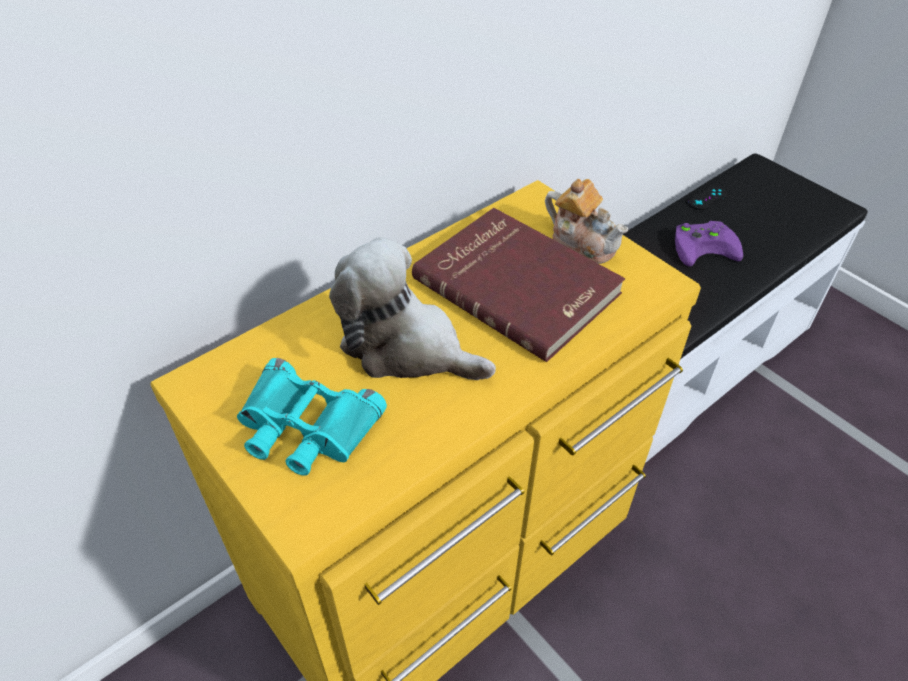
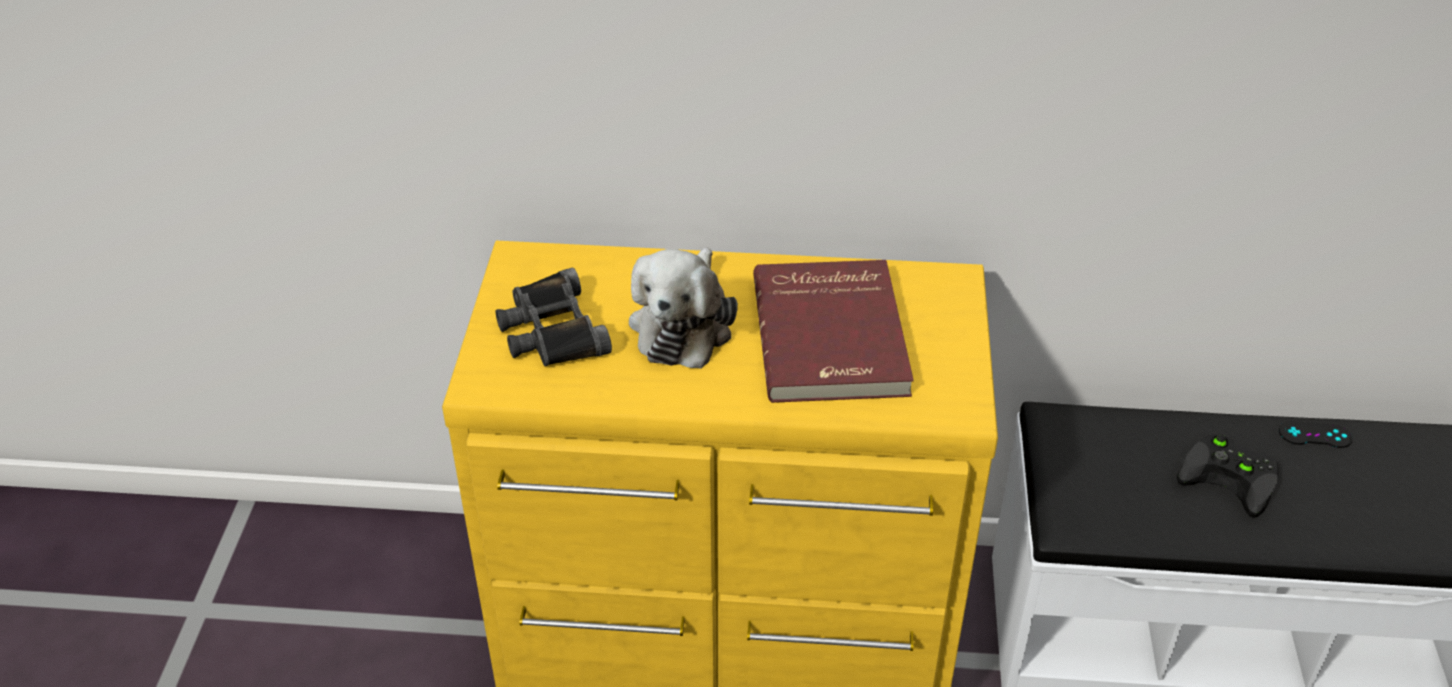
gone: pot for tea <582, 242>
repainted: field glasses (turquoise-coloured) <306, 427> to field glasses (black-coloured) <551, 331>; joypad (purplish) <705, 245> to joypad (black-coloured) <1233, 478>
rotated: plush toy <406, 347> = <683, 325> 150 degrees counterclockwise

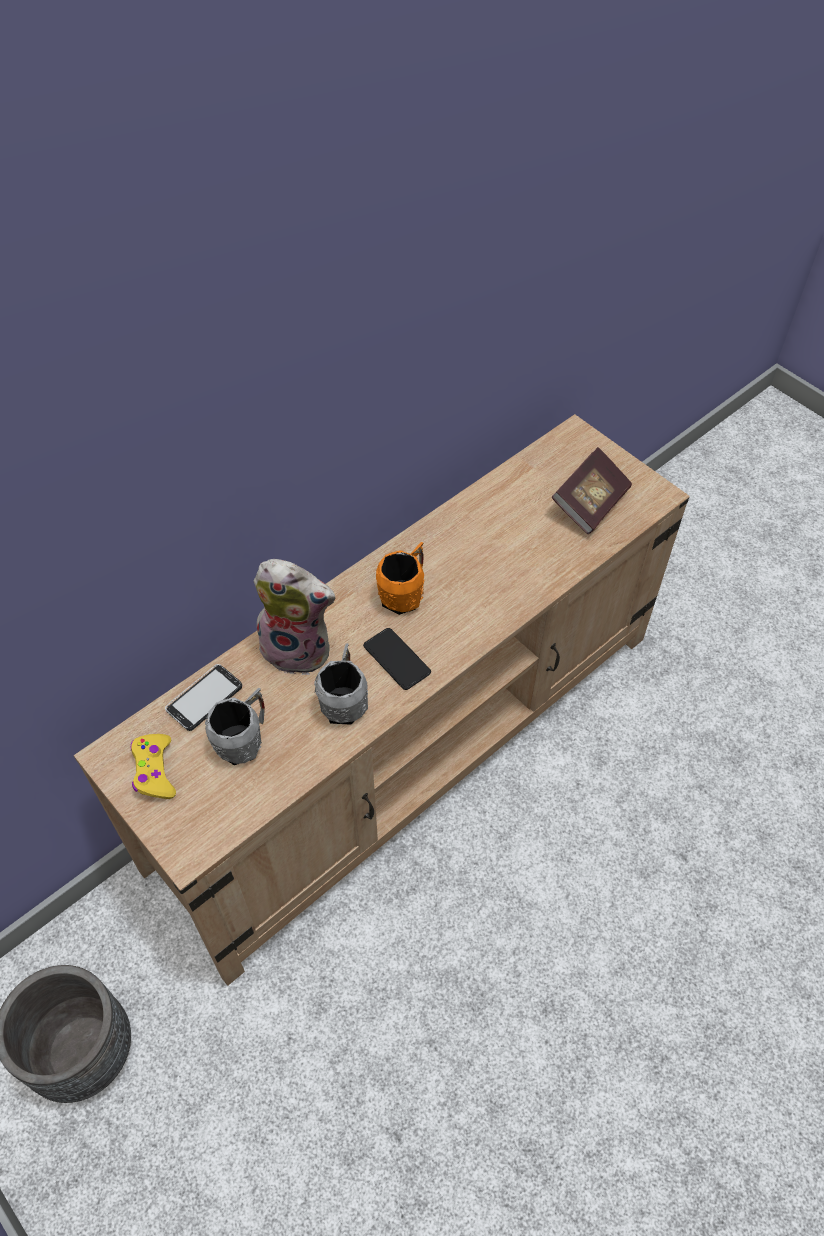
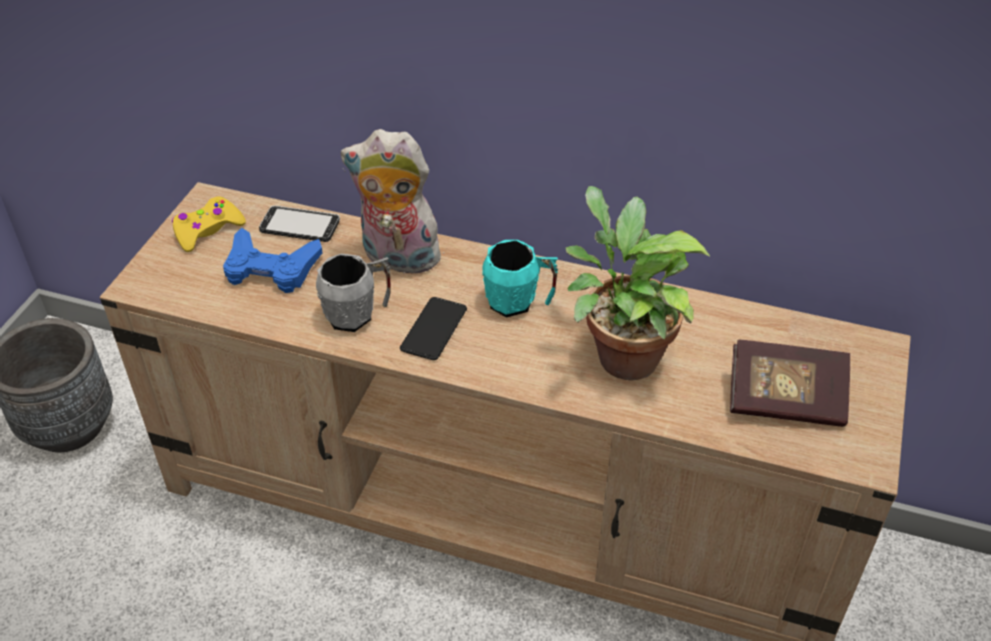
new: houseplant <620, 355>
swapped: coffee mug (greyish) <244, 740> to joypad (blue-coloured) <271, 268>
repainted: coffee mug (orangey) <404, 594> to coffee mug (turquoise-coloured) <519, 302>
rotated: plush toy <299, 648> = <397, 259> 120 degrees clockwise

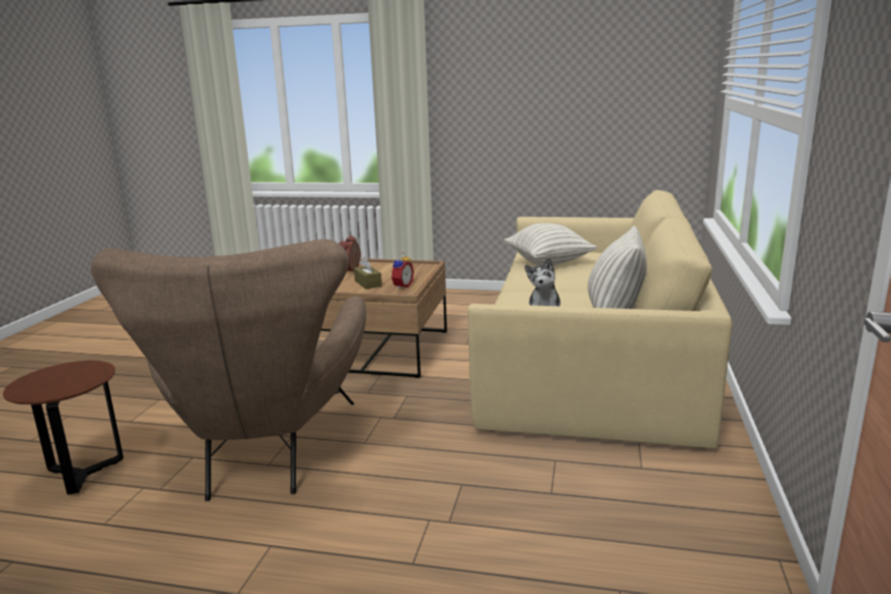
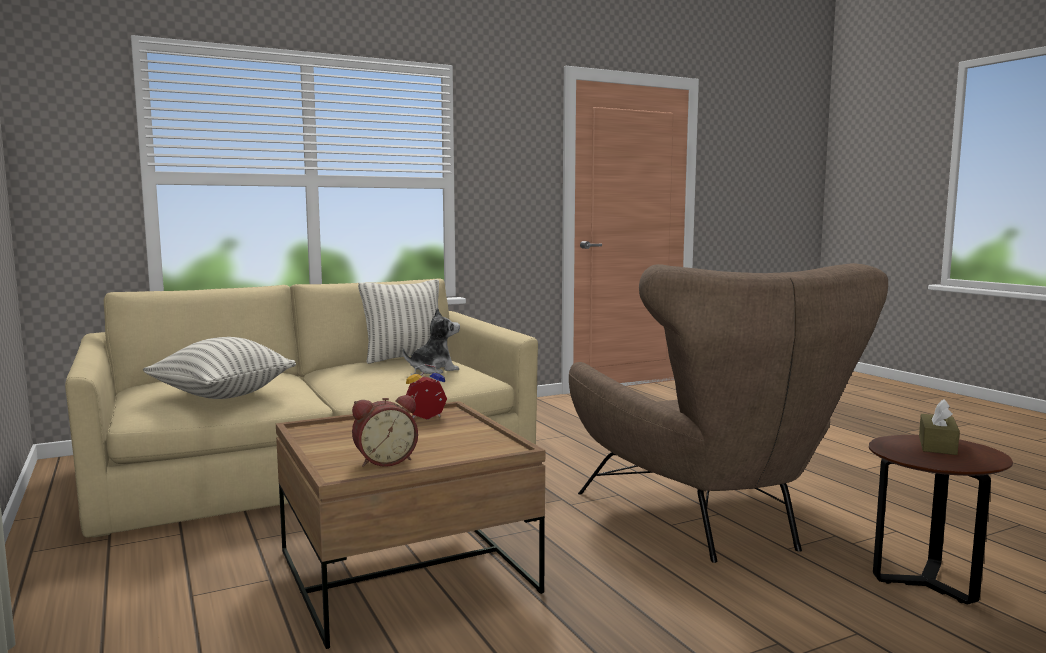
shifted: tissue holder (brownish) <368, 283> to <937, 445>
rotated: easy chair (brownish) <264, 455> = <714, 521> 120 degrees clockwise

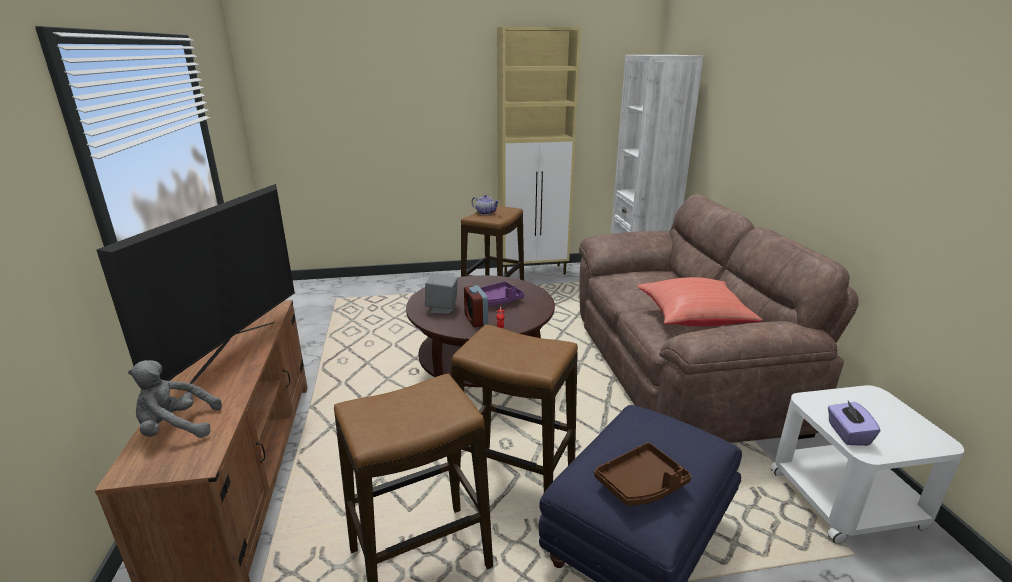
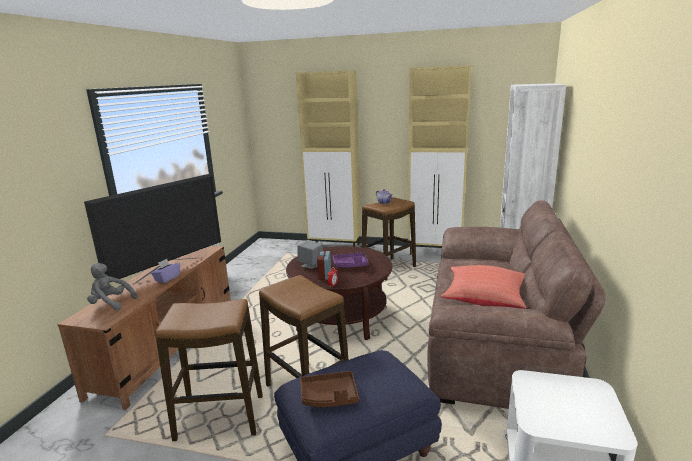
new: cabinet (beige) <335, 246>
shifted: tissue holder (purplish) <847, 434> to <167, 278>

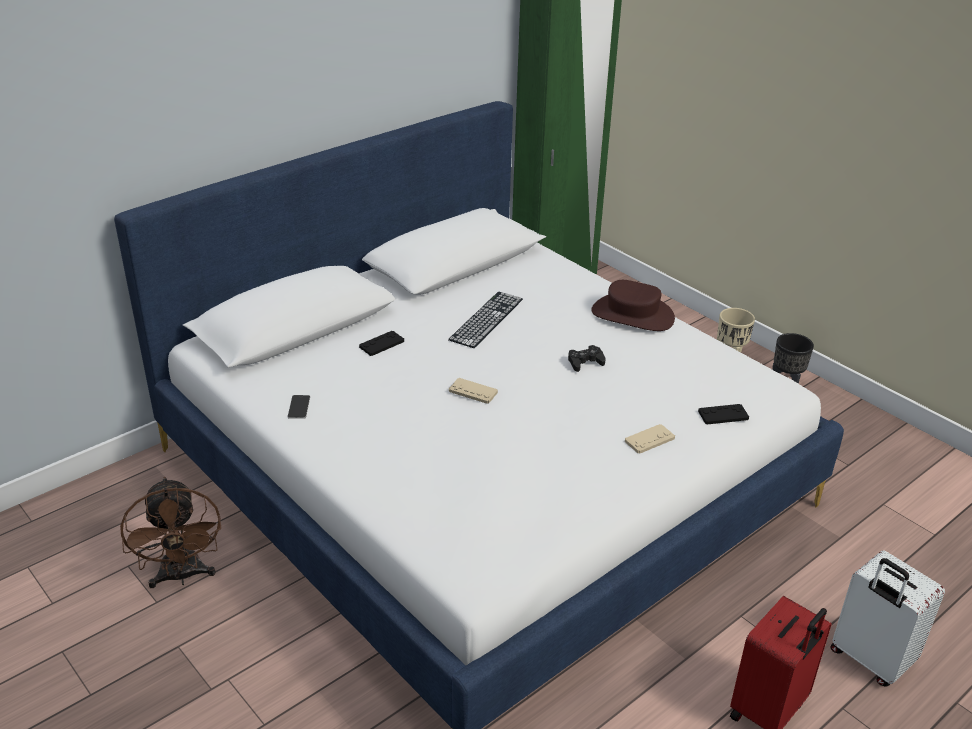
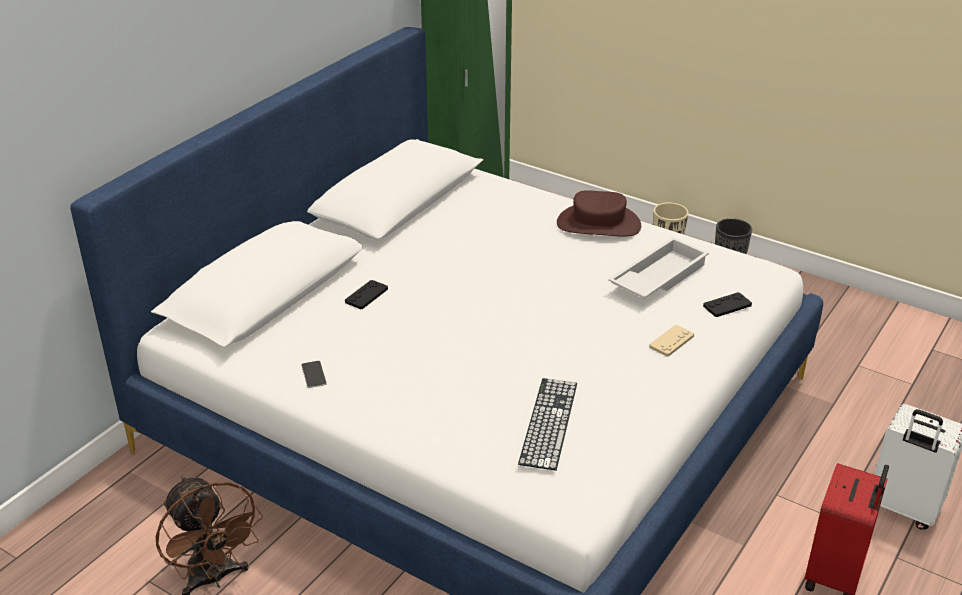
gone: joypad (beige) <473, 391>; joypad (black-coloured) <585, 362>
new: tray (whitish) <657, 277>
shifted: PC keyboard <486, 319> to <548, 422>

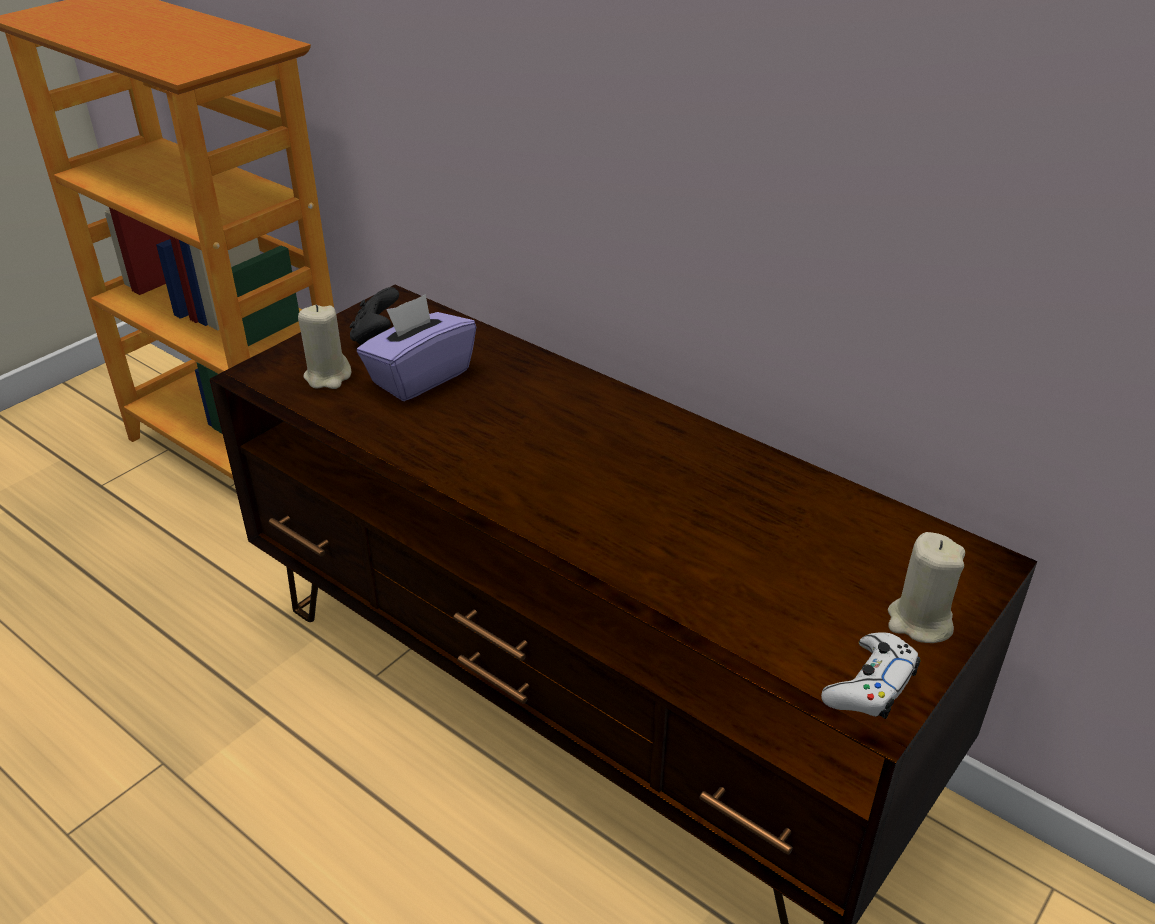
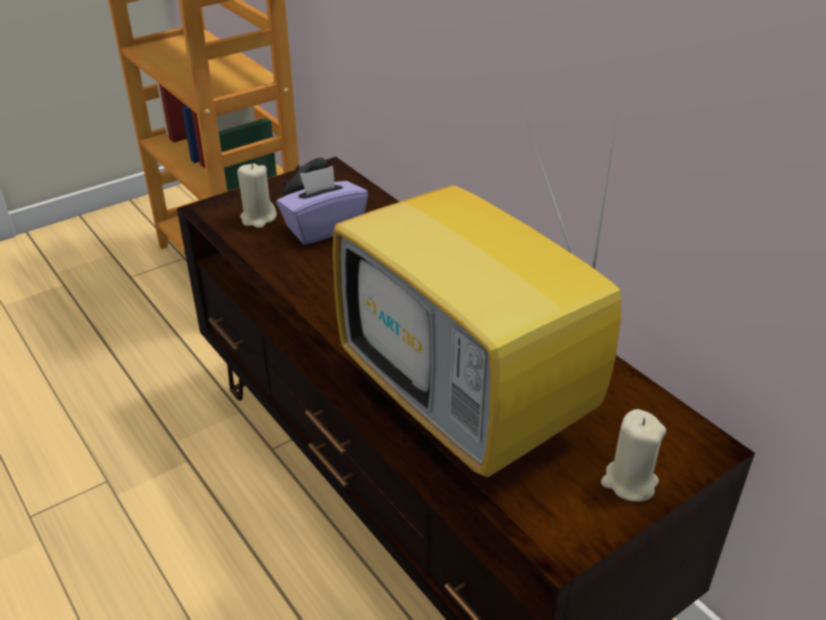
gone: joypad (whitish) <870, 685>
new: television <471, 407>

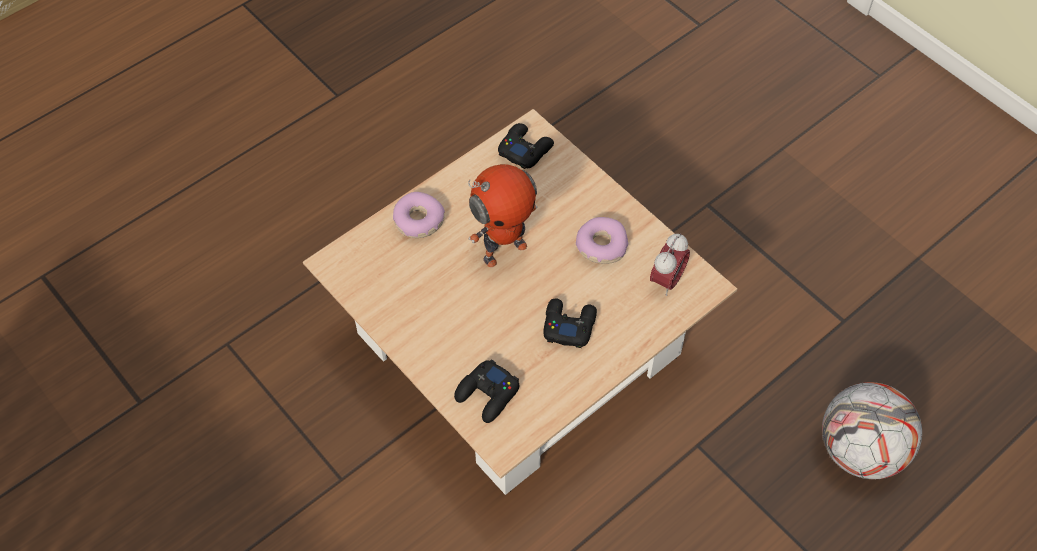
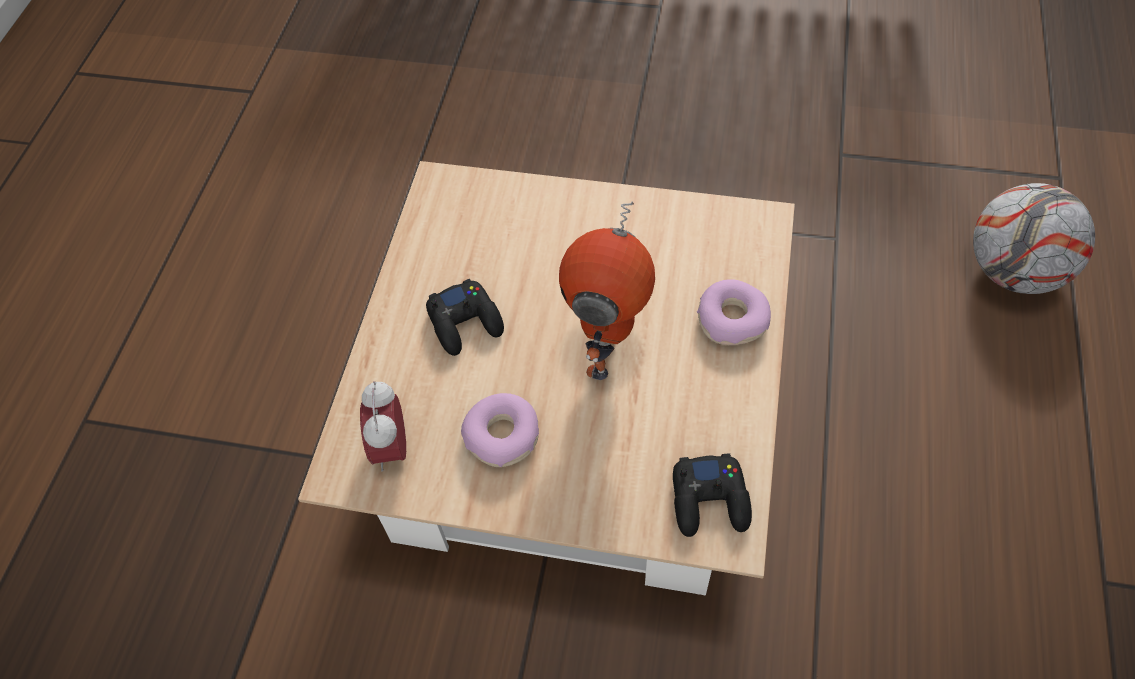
gone: joypad (black-coloured) <487, 395>
shifted: football ball <860, 451> to <1013, 272>

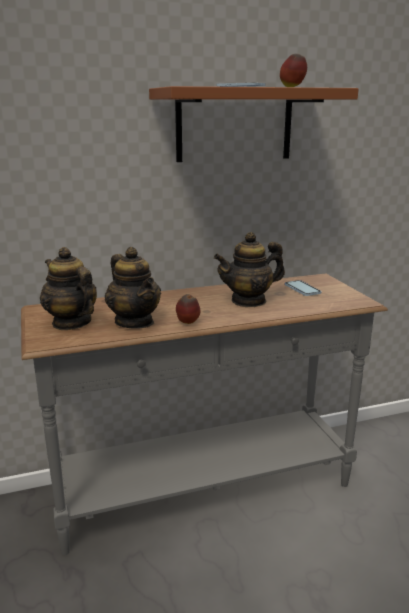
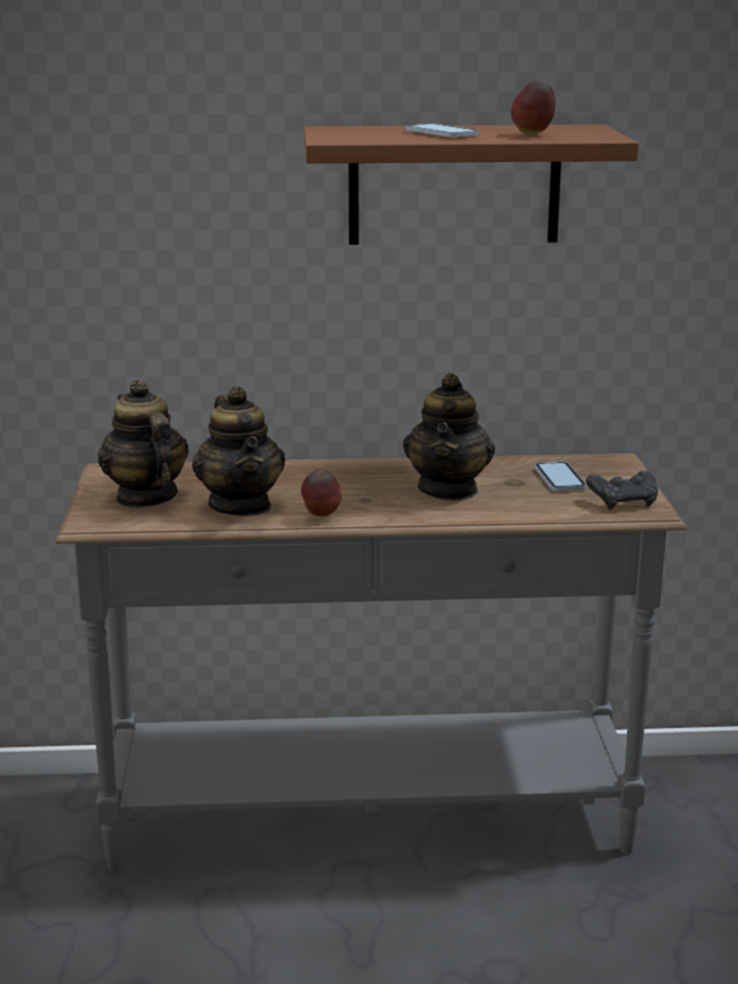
new: joypad (black-coloured) <623, 503>
rotated: pot for tea <249, 301> = <449, 490> 75 degrees counterclockwise

